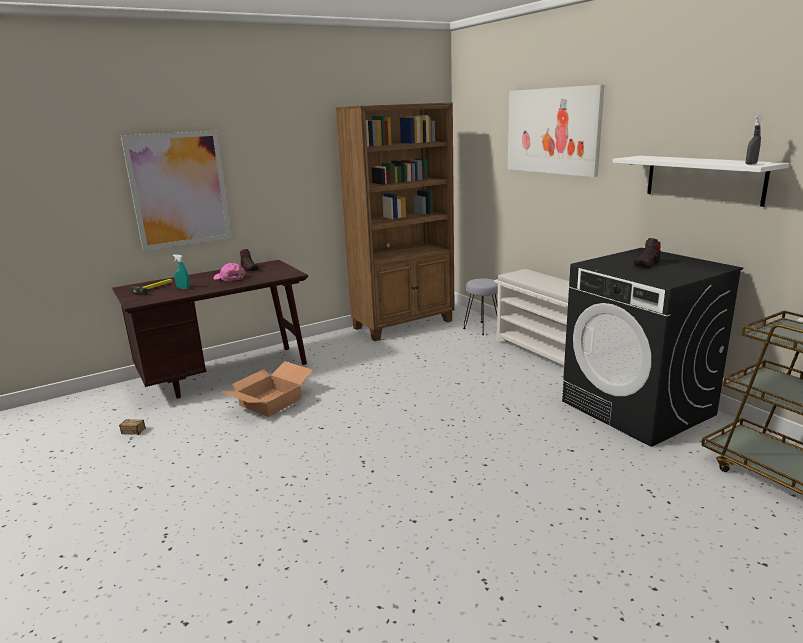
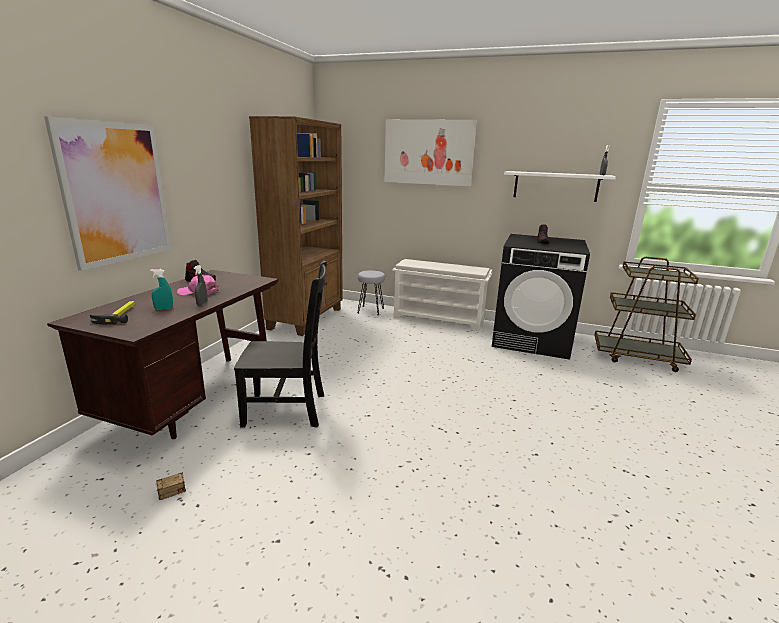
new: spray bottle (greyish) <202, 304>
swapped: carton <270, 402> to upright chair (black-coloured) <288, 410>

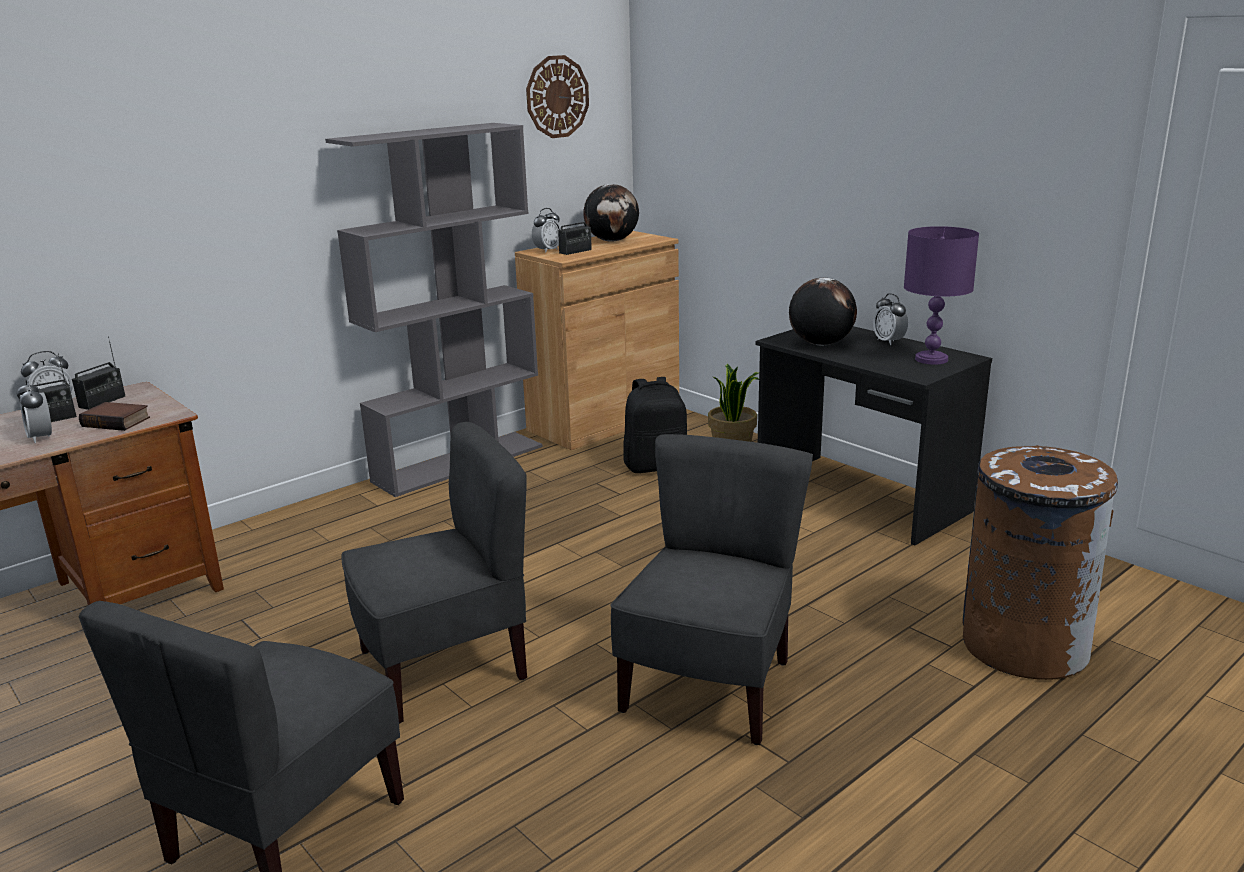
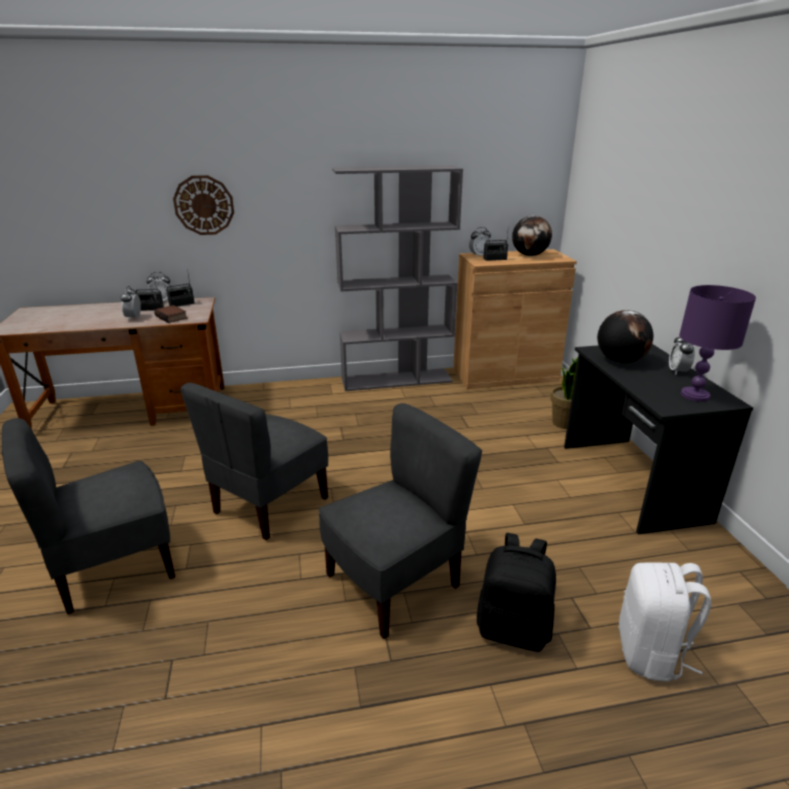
shifted: wall clock <557, 97> to <204, 205>; backpack (black-coloured) <656, 466> to <513, 629>
swapped: waste bin (brownish) <1023, 645> to backpack (whitish) <650, 653>
rotated: upright chair (greyish) <444, 667> = <269, 505> 120 degrees clockwise

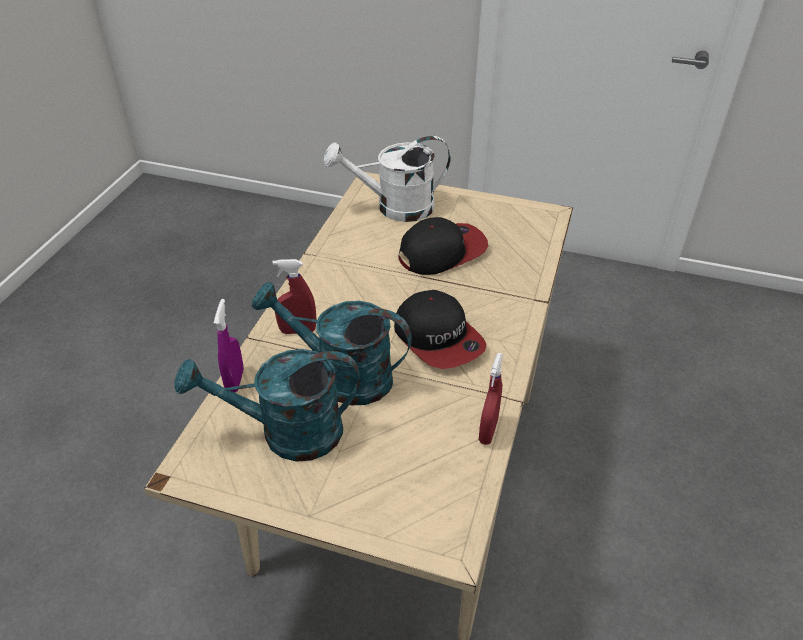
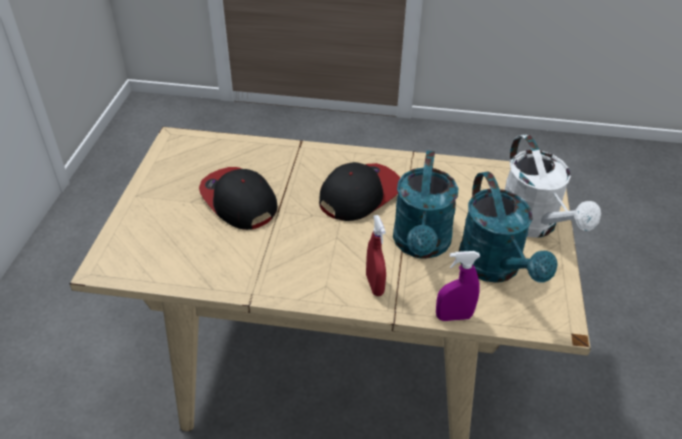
gone: spray bottle (red) <488, 431>
shifted: watering can (whitish) <395, 208> to <534, 225>

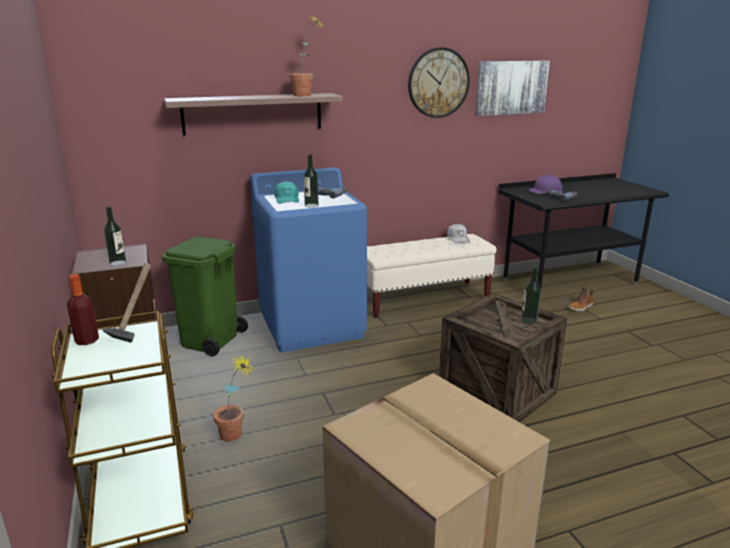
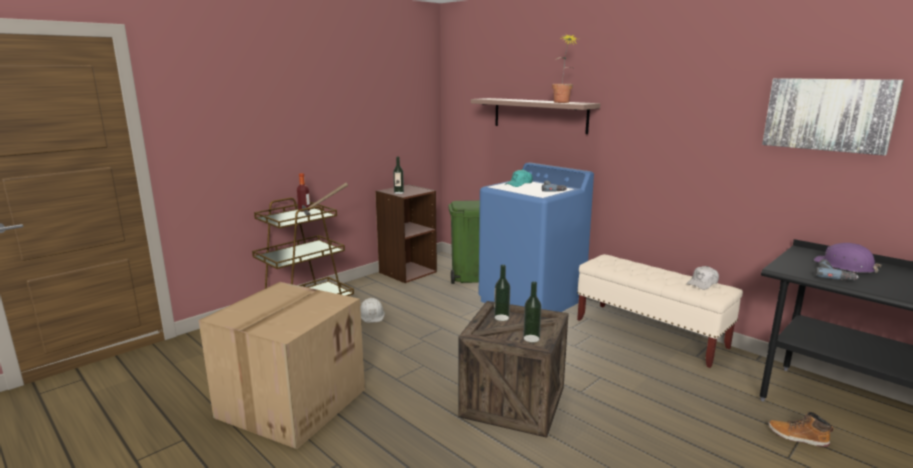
gone: wall clock <438, 83>
shifted: drink bottle <311, 205> to <501, 317>
swapped: houseplant <236, 436> to hard hat (whitish) <372, 315>

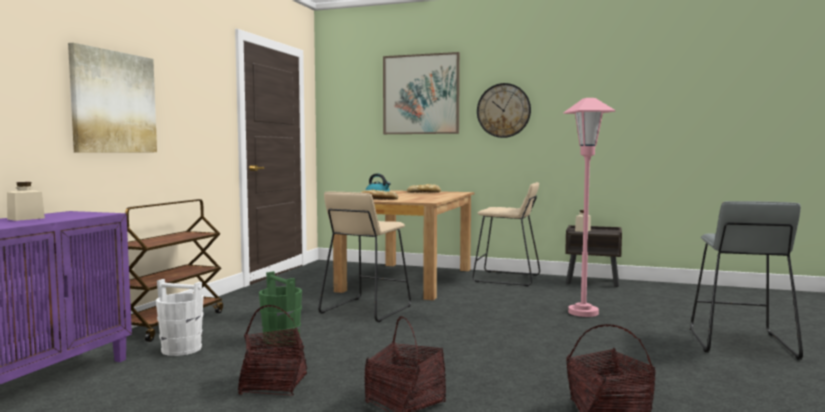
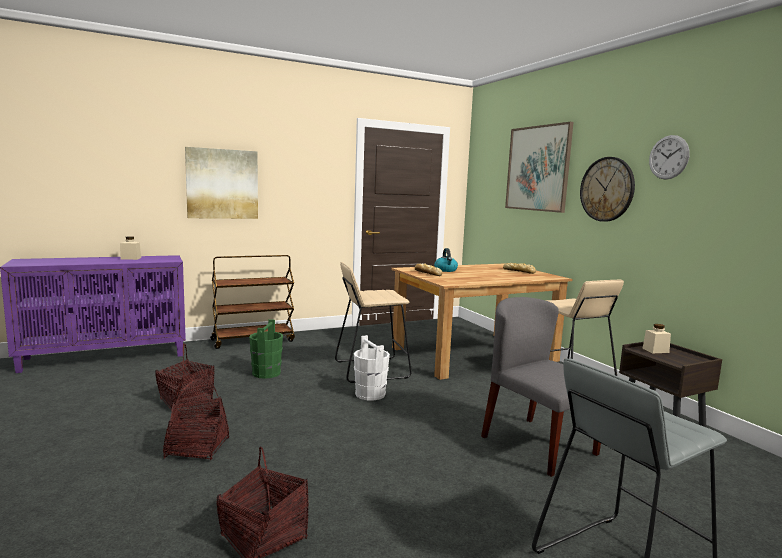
new: wall clock <668, 157>
shifted: bucket (whitish) <181, 349> to <370, 394>
swapped: standing lamp (pink-coloured) <583, 312> to upright chair (greyish) <537, 445>

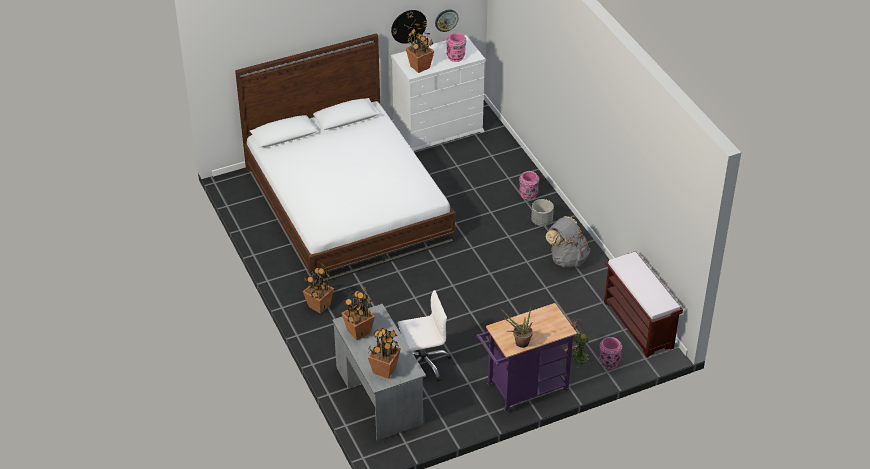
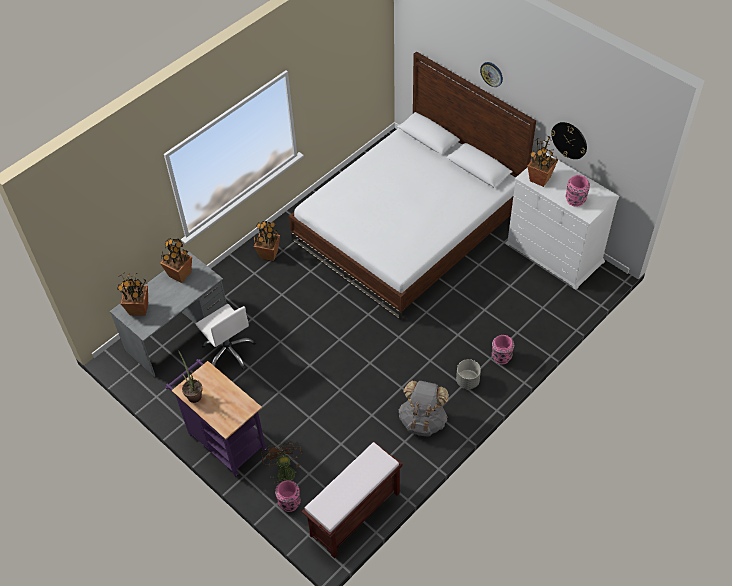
shifted: wall clock <446, 20> to <492, 74>

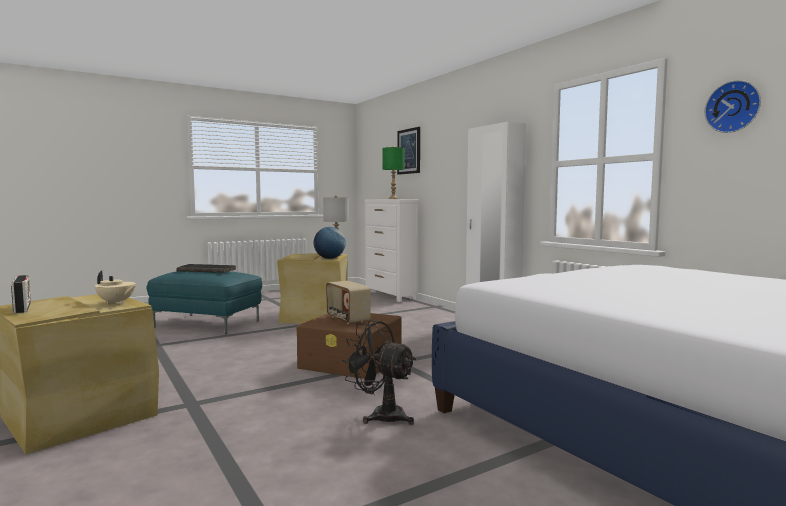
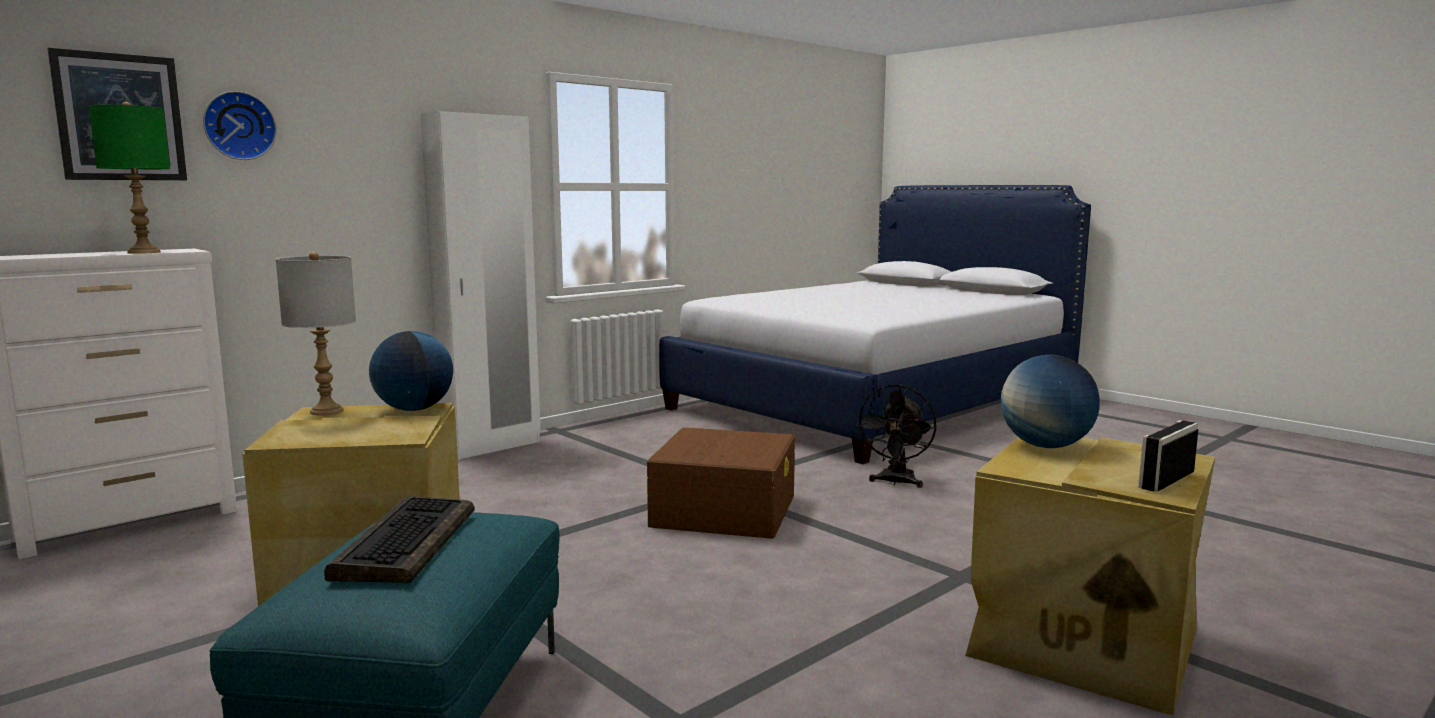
gone: radio set <347, 319>
shifted: wall clock <733, 107> to <238, 126>
swapped: pot for tea (beige) <116, 303> to globe <1046, 446>

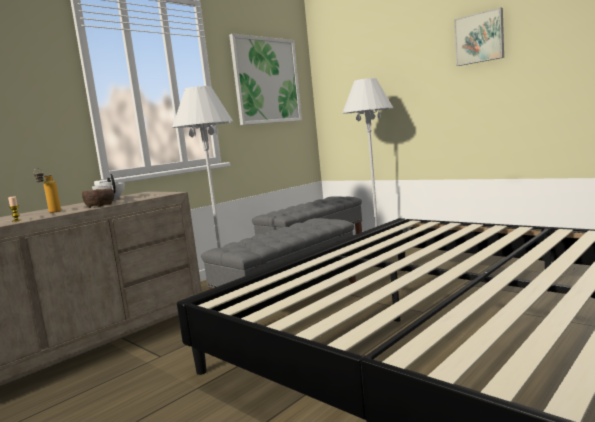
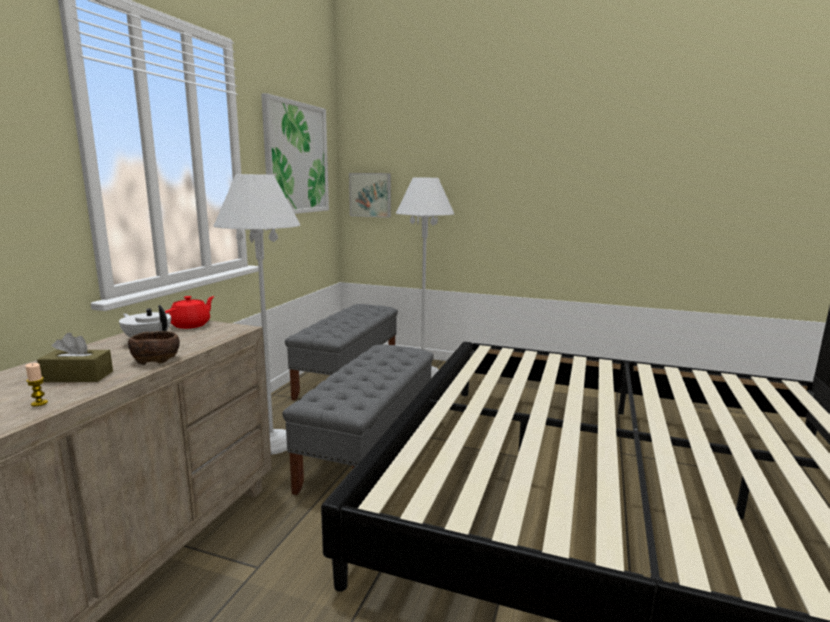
new: pot for tea (red) <191, 325>
shifted: wall art <479, 38> to <371, 195>
swapped: drink bottle <51, 212> to tissue holder (brownish) <78, 376>

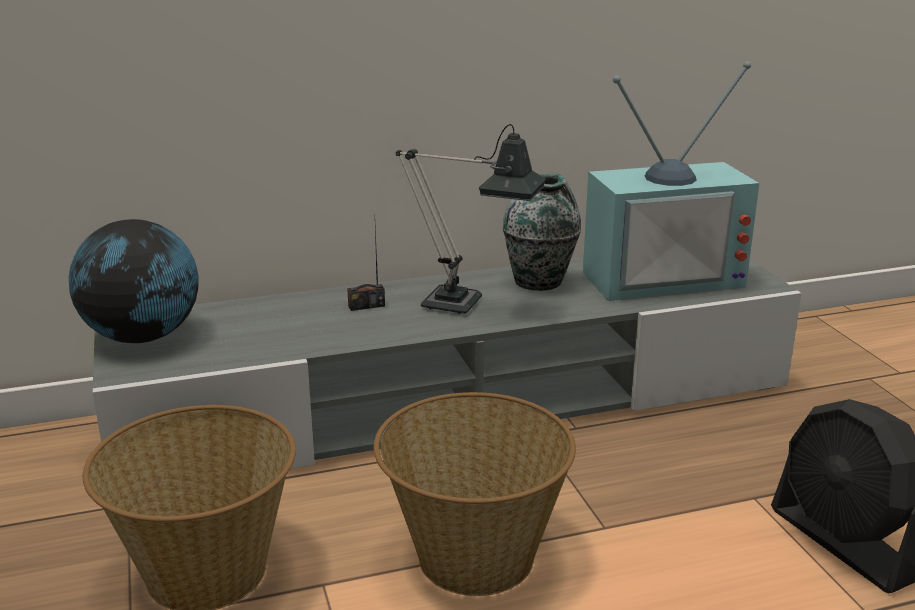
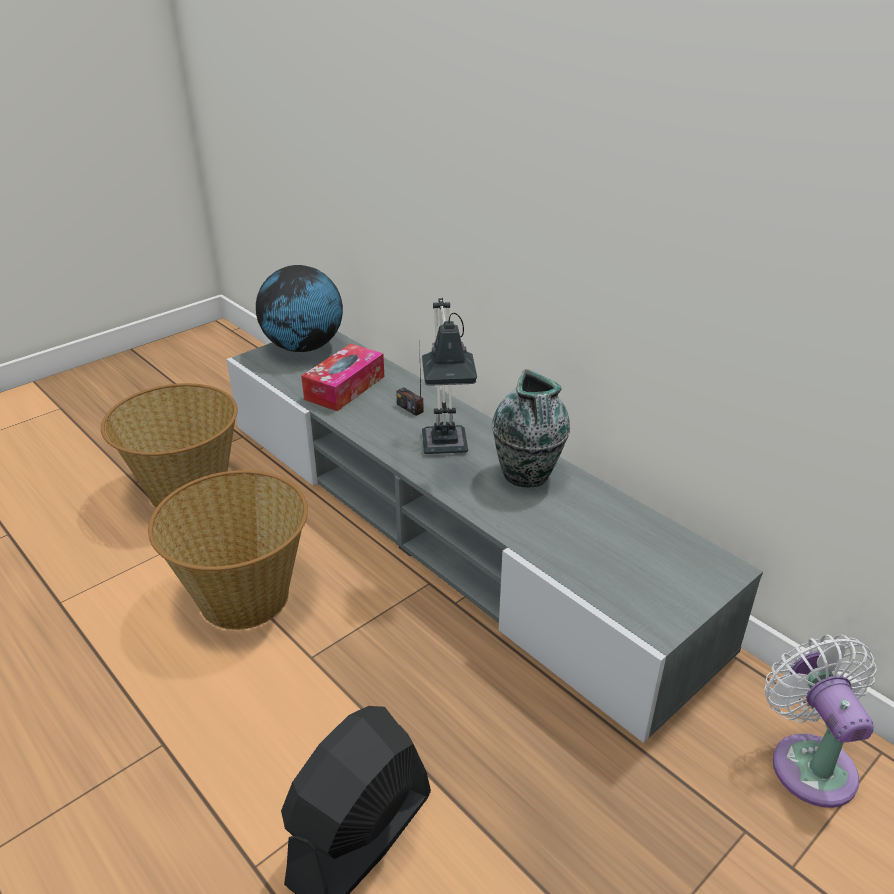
gone: television <661, 276>
new: tissue holder <345, 387>; fan (whitish) <809, 761>

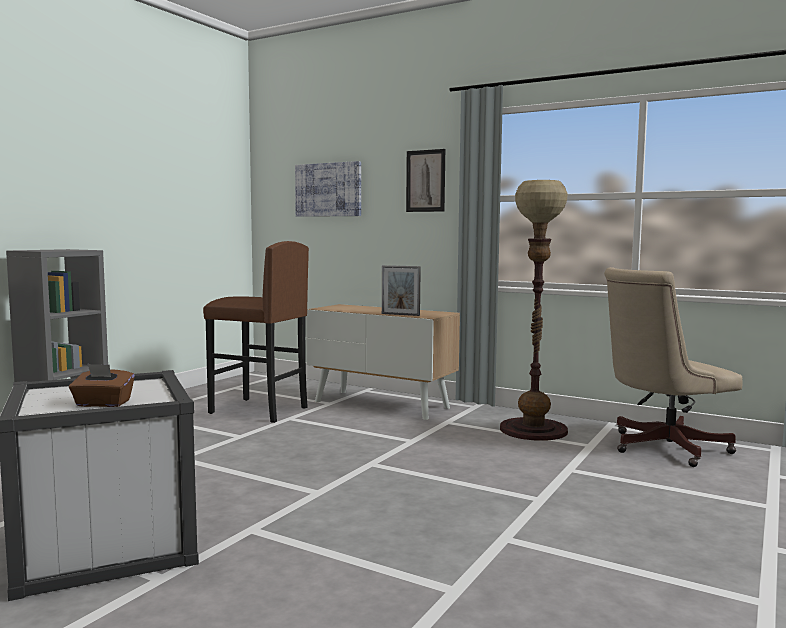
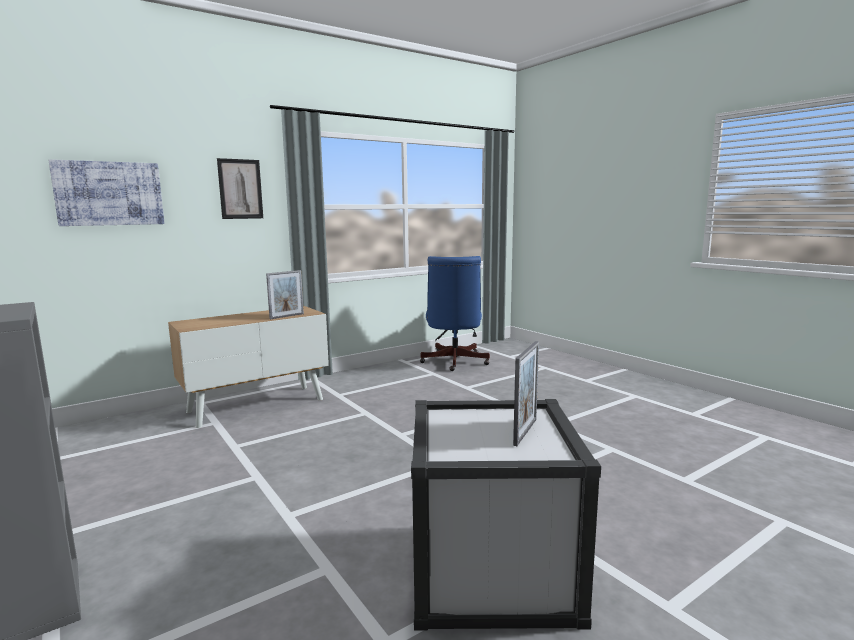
gone: stool seat (brownish) <258, 410>; standing lamp <533, 430>
swapped: tissue holder (brownish) <103, 404> to photo frame <525, 432>
repainted: computer chair (beige) <661, 448> to computer chair (blue-coloured) <454, 362>

